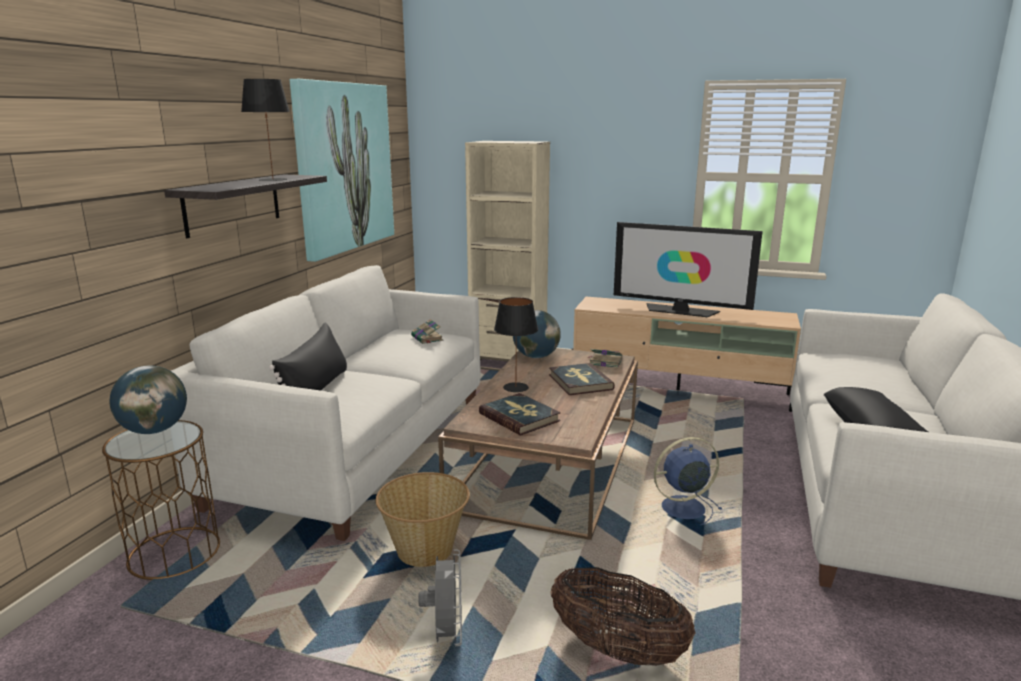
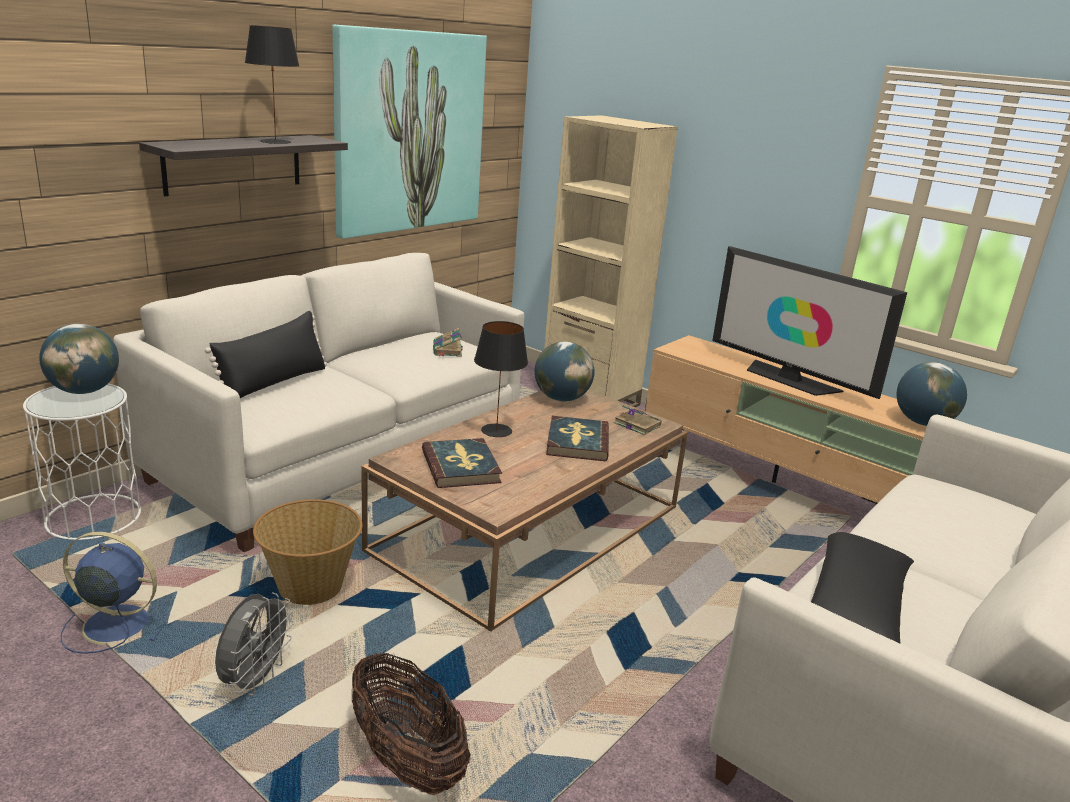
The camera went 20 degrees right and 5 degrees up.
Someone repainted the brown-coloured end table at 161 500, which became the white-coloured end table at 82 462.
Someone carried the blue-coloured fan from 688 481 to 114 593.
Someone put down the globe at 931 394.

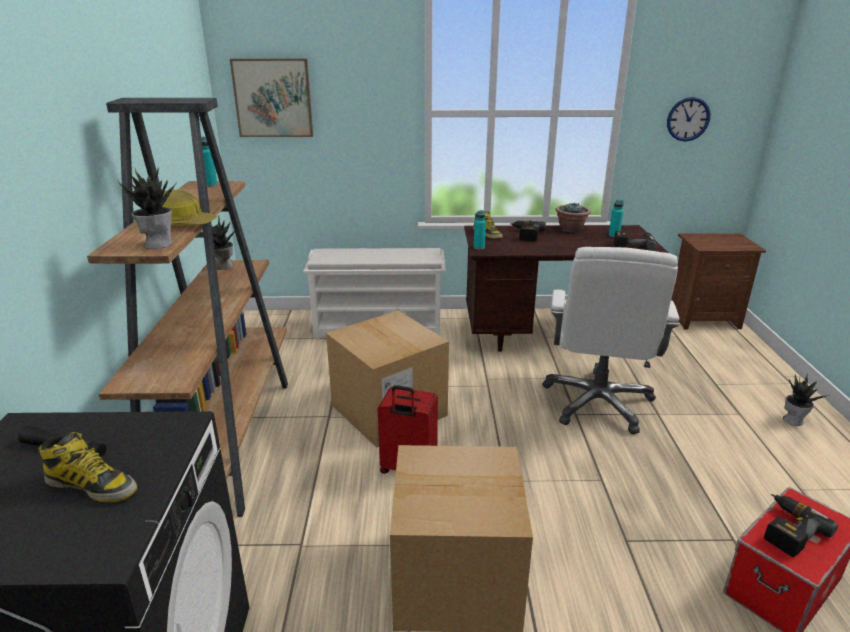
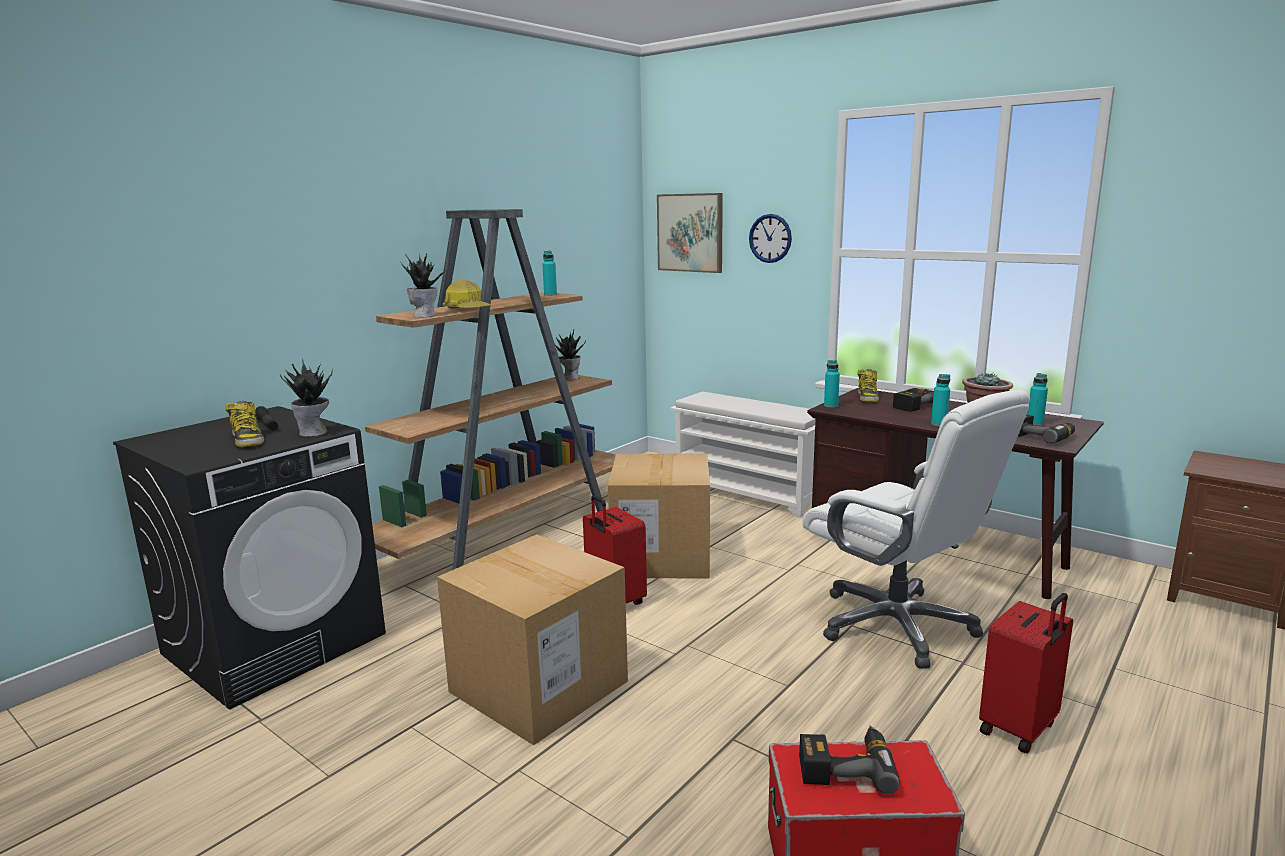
The camera went 40 degrees right and 10 degrees down.
Someone rotated the white-coloured desk chair at 611 340 by 90 degrees counterclockwise.
Someone carried the hanging clock from 688 119 to 770 238.
Someone carried the plant in a pot from 806 400 to 306 398.
Someone put down the turquoise drink bottle at 940 400.
Someone put down the red piece of luggage at 1026 673.

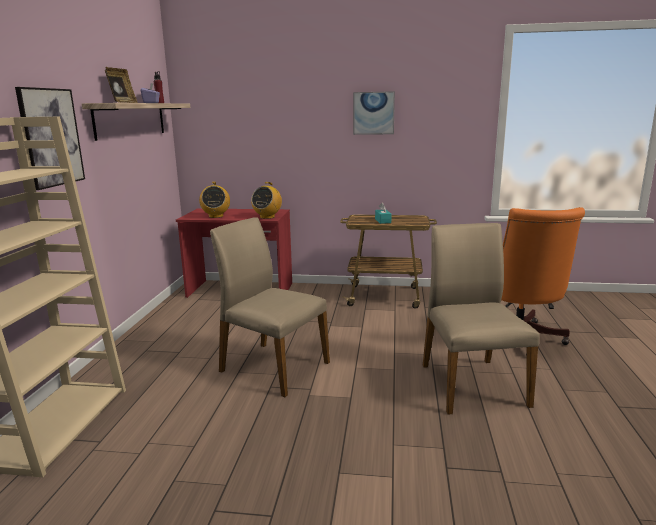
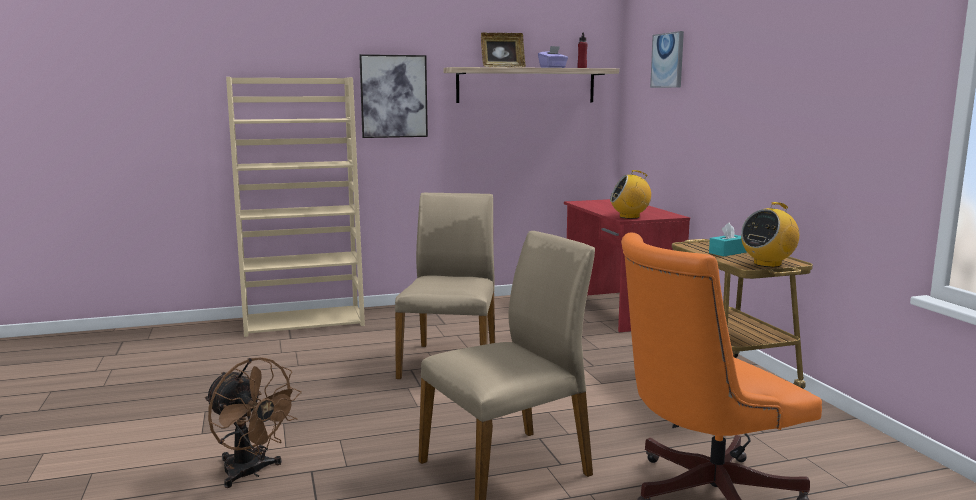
The camera went 65 degrees right and 5 degrees down.
Someone carried the radio from 214 200 to 770 234.
Someone carried the picture from 374 113 to 667 59.
Someone put down the brown-coloured fan at 253 423.

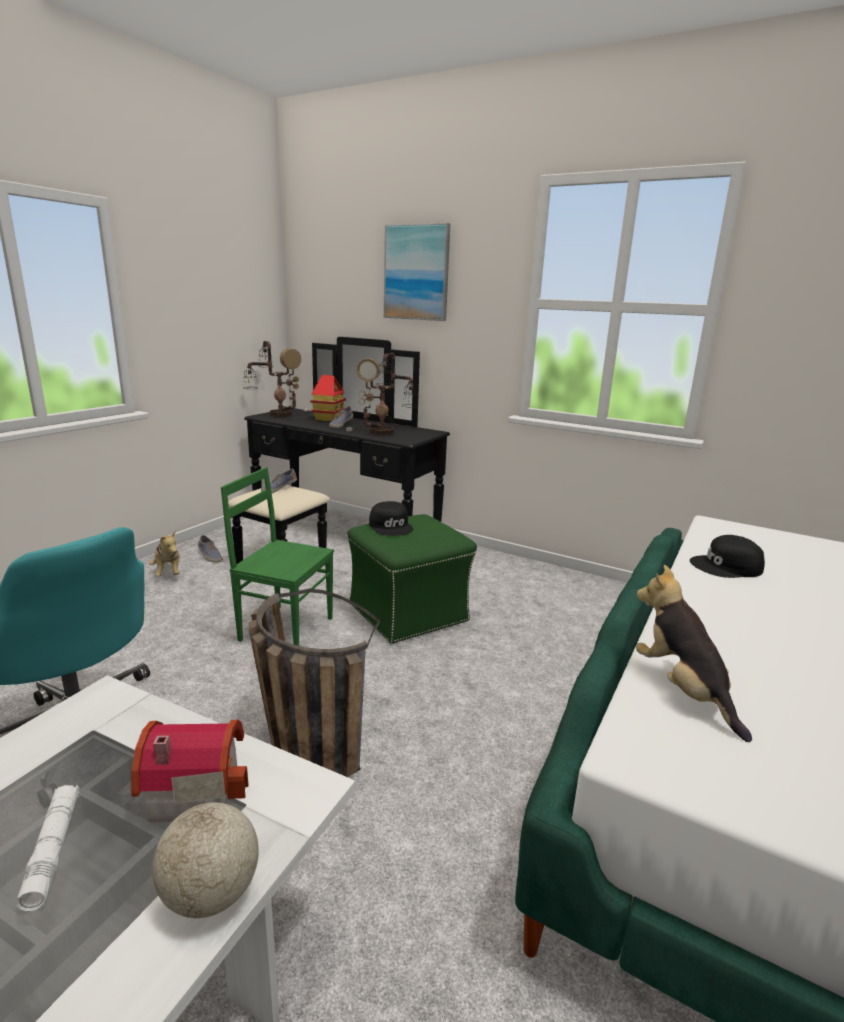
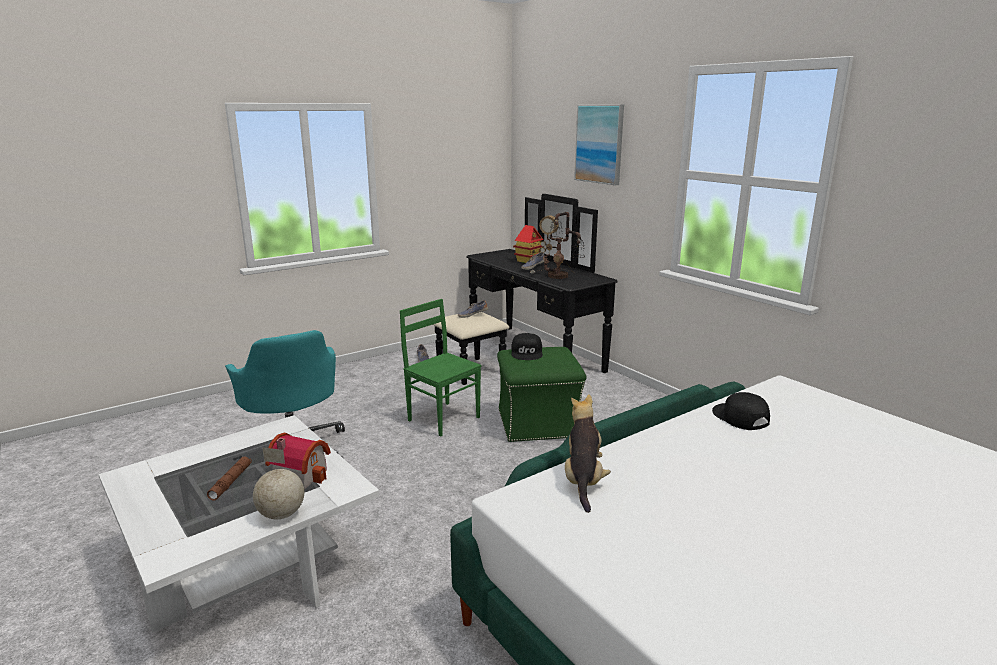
The camera went 25 degrees right and 0 degrees up.
Someone repainted the white-coloured hand torch at 47 848, which became the brown-coloured hand torch at 229 478.
Someone took away the soft toy at 164 553.
Someone took away the tabletop lamp at 278 380.
Someone took away the storage basket at 314 683.
Someone rotated the black peaked cap at 727 556 by 45 degrees clockwise.

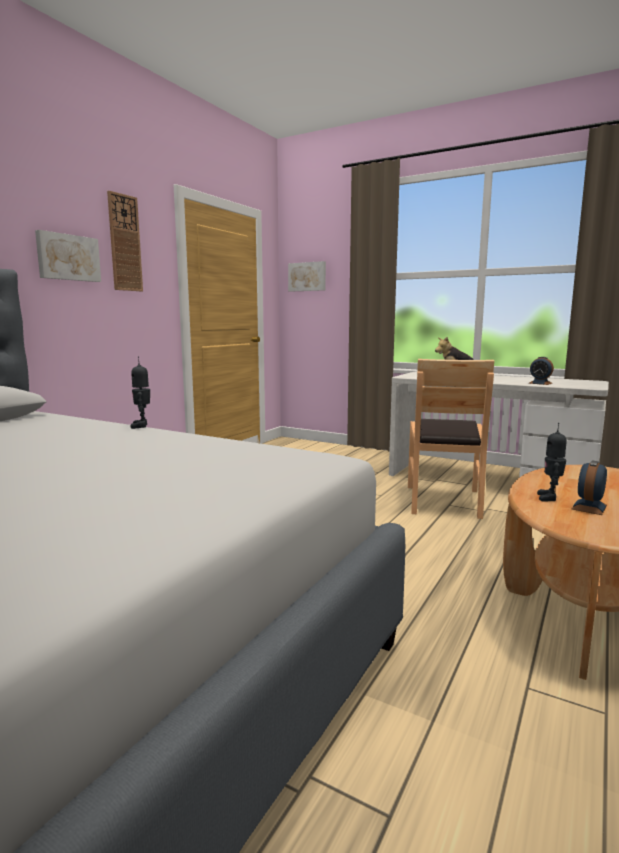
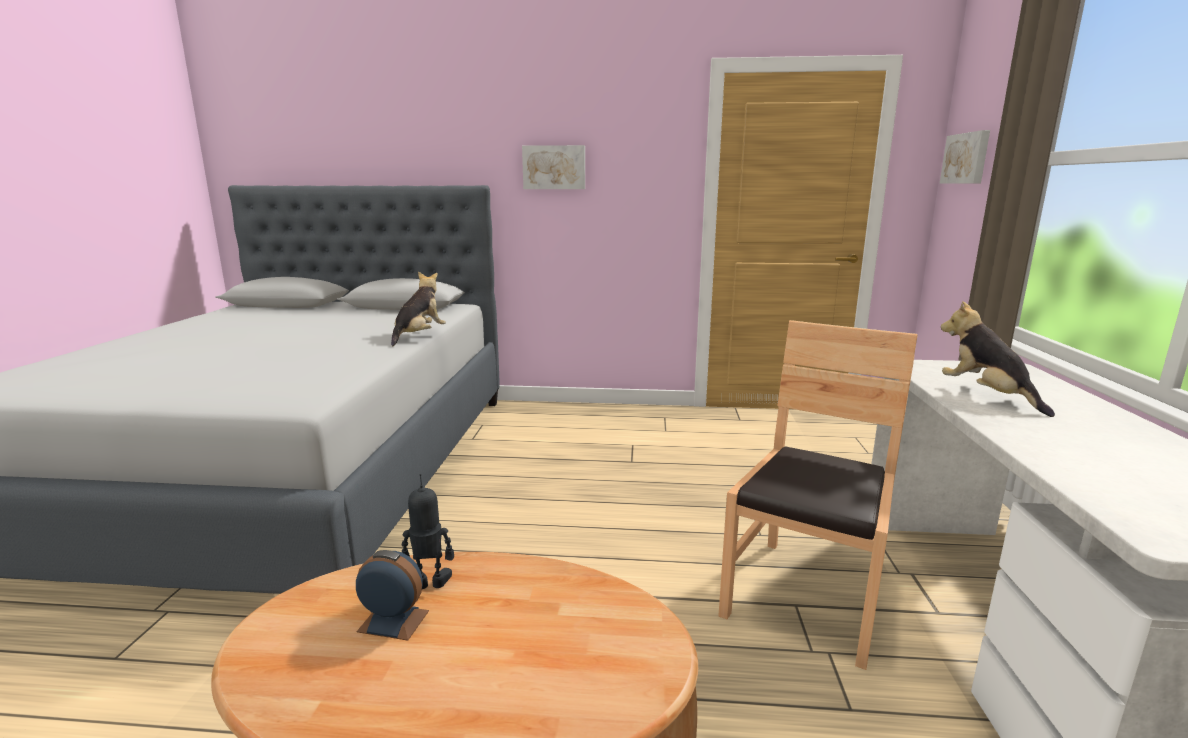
The camera went 65 degrees right and 5 degrees up.
Someone took away the hanging clock at 125 241.
Someone swapped the toy robot at 140 392 for the soft toy at 418 309.
Someone rotated the brown-coloured chair at 451 439 by 135 degrees clockwise.
Someone took away the alarm clock at 541 371.

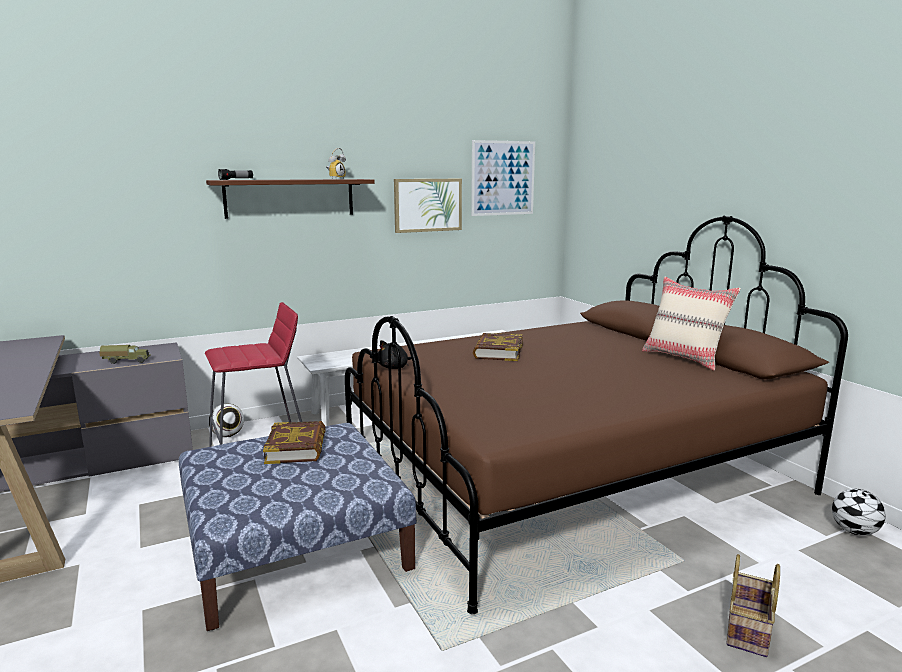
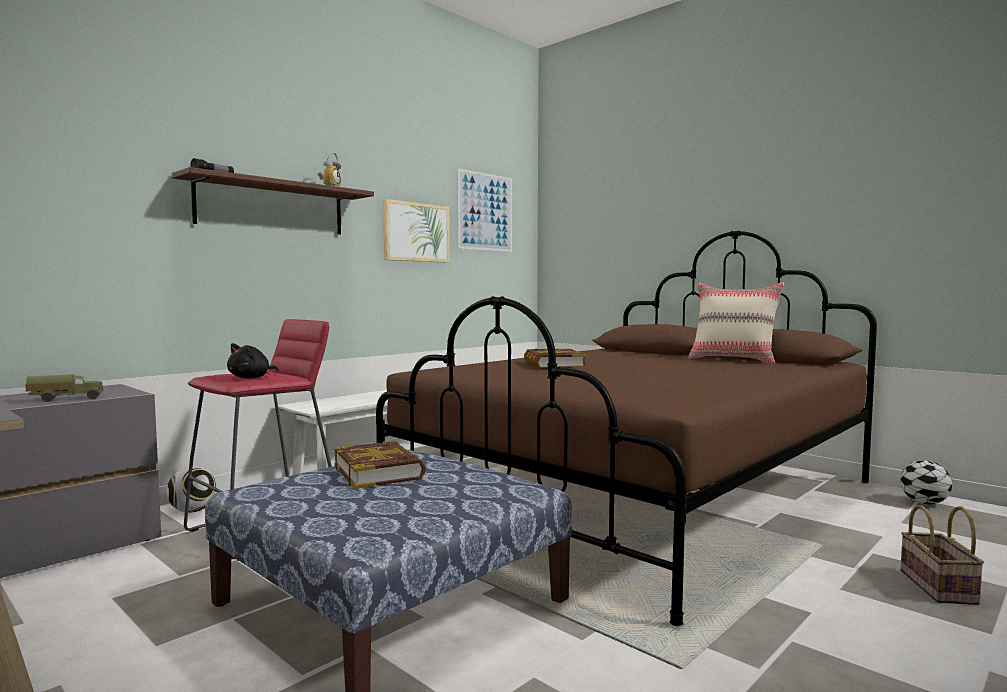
The camera went 20 degrees left and 10 degrees down.
Someone carried the black soft toy from 395 354 to 252 360.

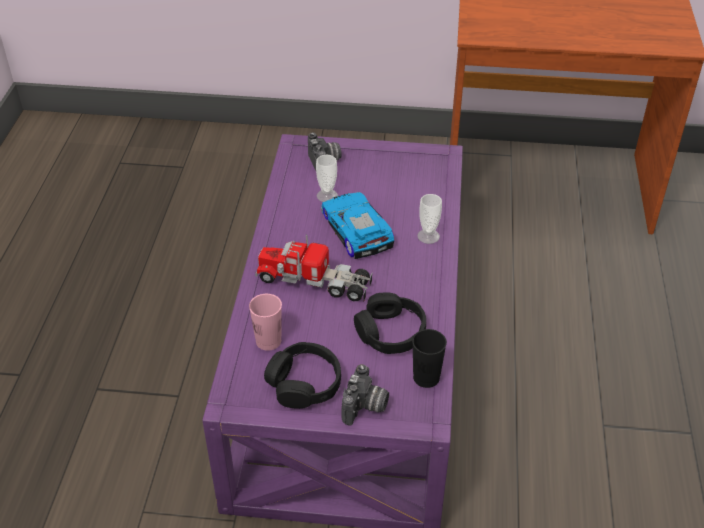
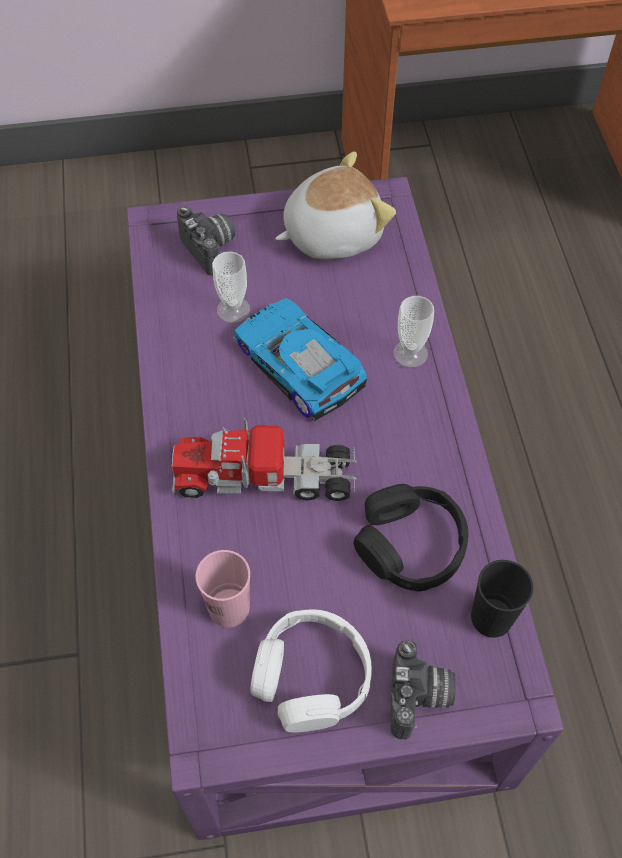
The camera went 15 degrees left and 15 degrees up.
Someone repainted the black pair of headphones at 302 375, which became the white-coloured pair of headphones at 311 671.
Someone put down the soft toy at 335 205.

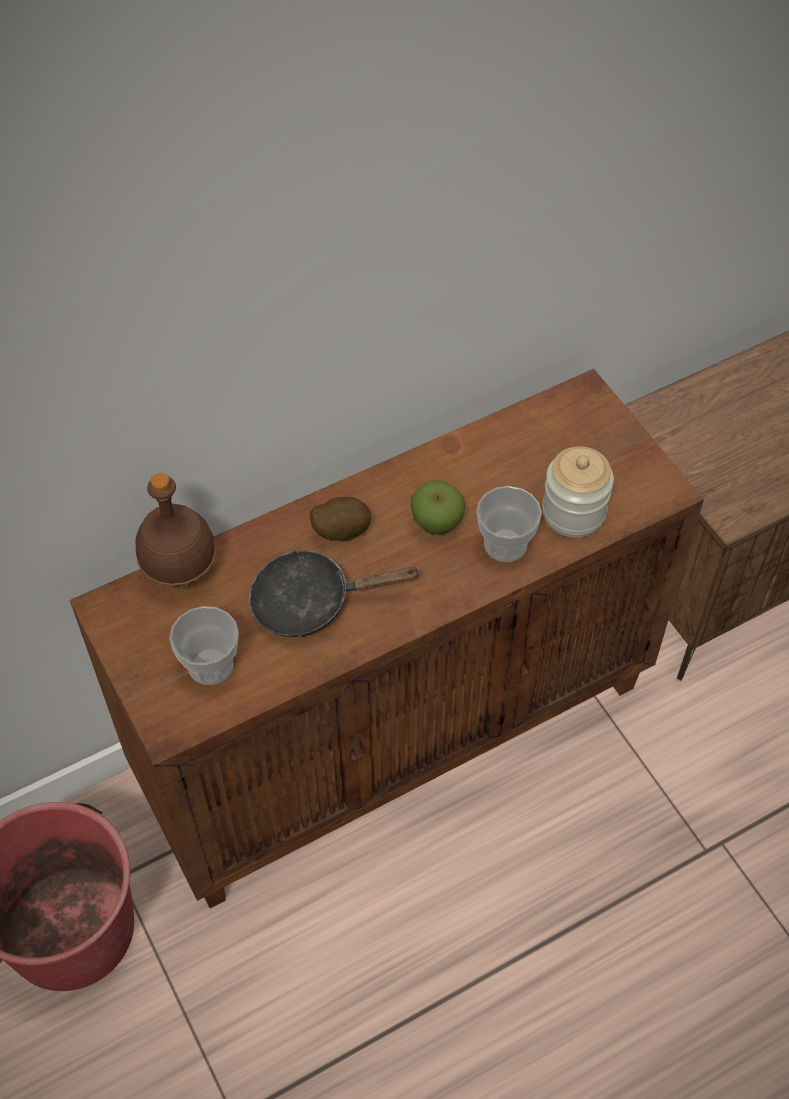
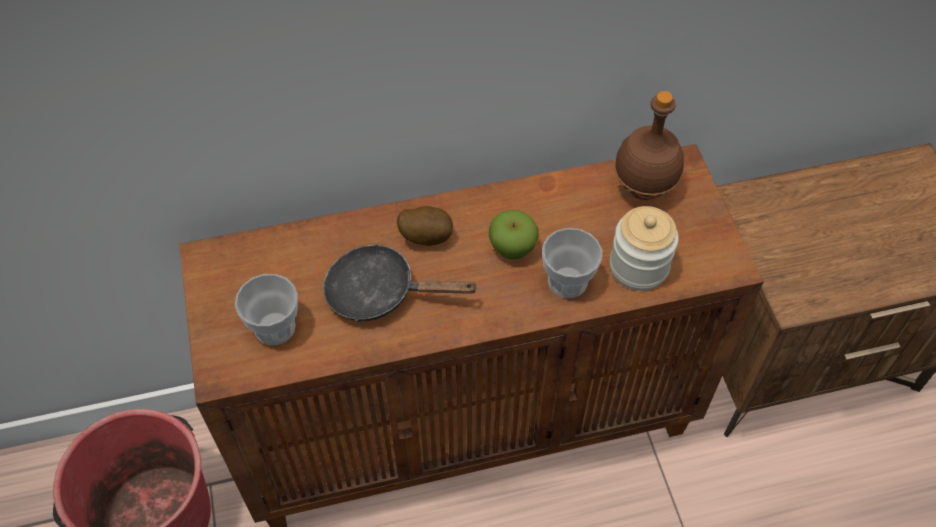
The camera went 15 degrees right and 0 degrees up.
Someone carried the brown-coloured drink bottle from 176 530 to 649 145.

